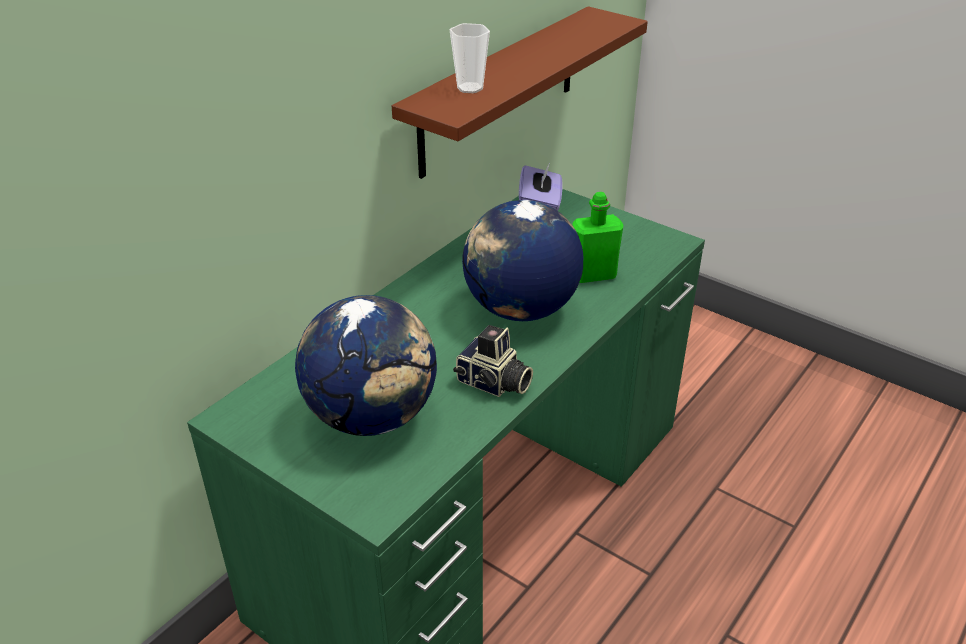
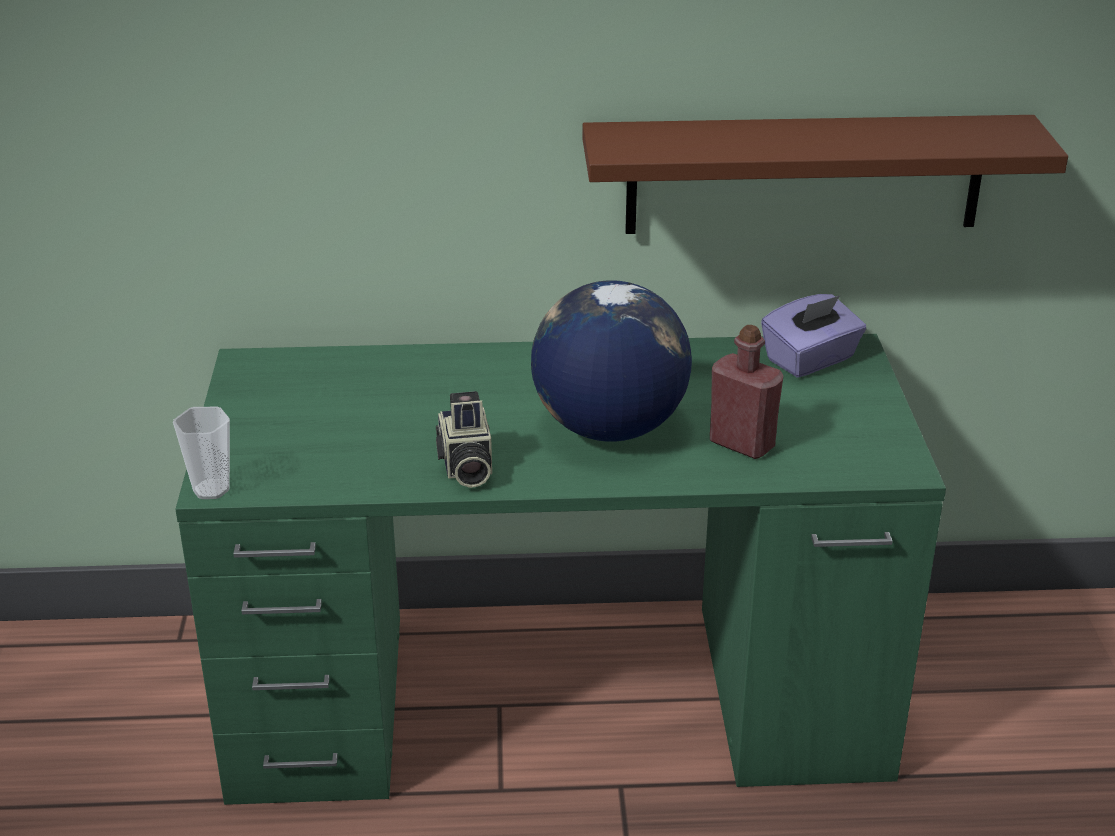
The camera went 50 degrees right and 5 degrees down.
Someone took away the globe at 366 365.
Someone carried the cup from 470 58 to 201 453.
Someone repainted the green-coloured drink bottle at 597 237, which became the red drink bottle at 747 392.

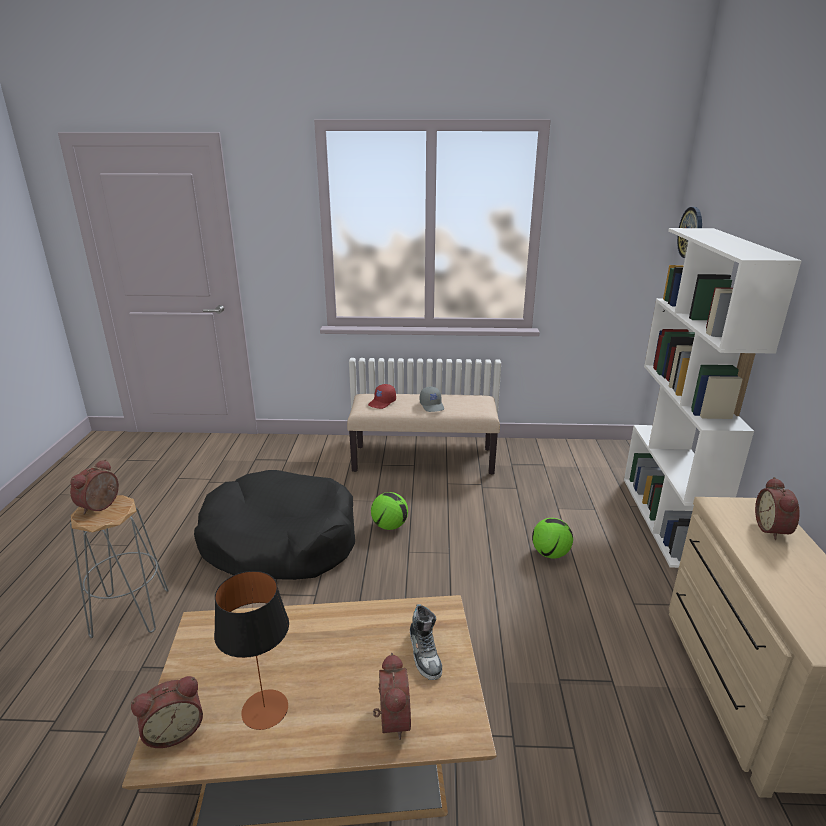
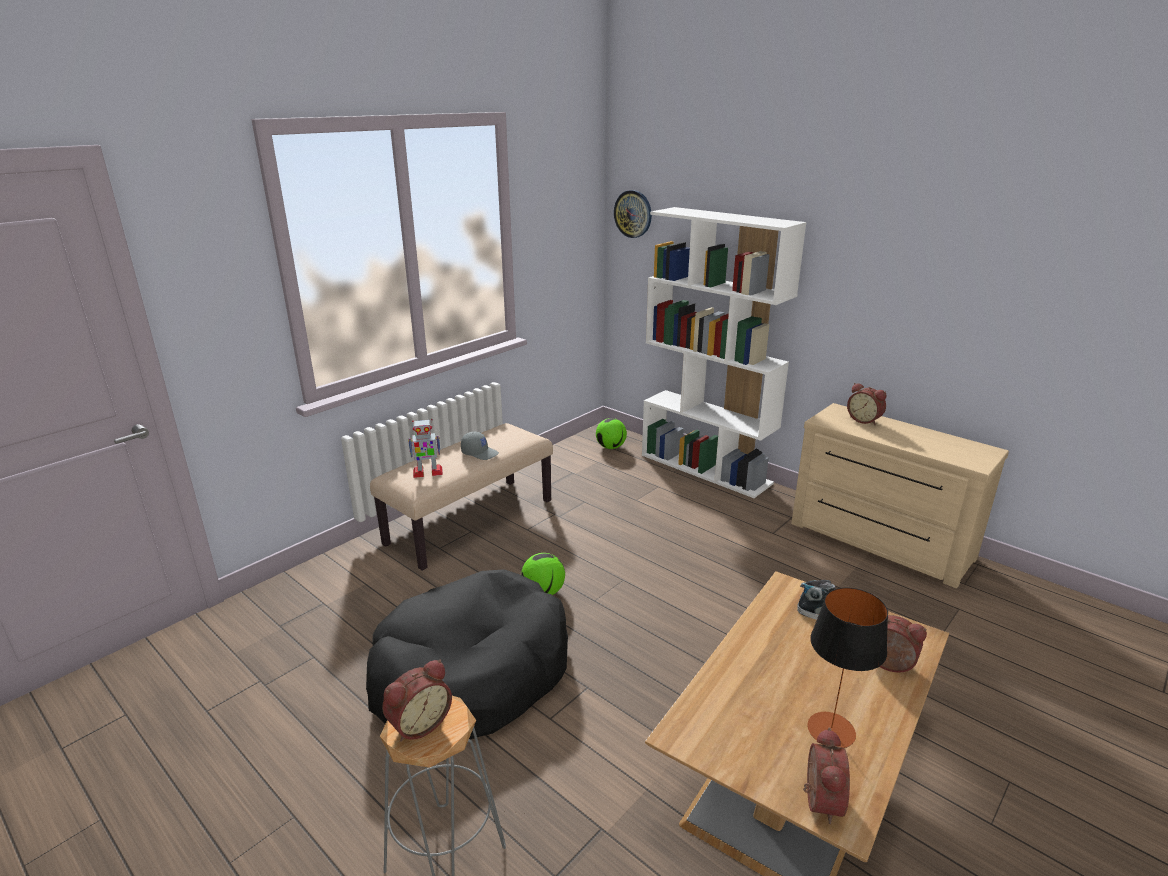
The camera went 50 degrees left and 0 degrees up.
Someone rotated the alarm clock at 94 487 by 105 degrees counterclockwise.
Someone swapped the red peaked cap at 382 396 for the toy robot at 425 448.
Someone carried the ball for football from 552 538 to 611 433.

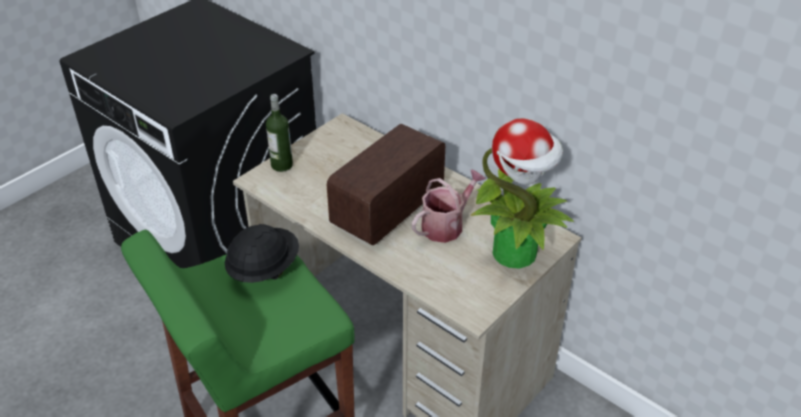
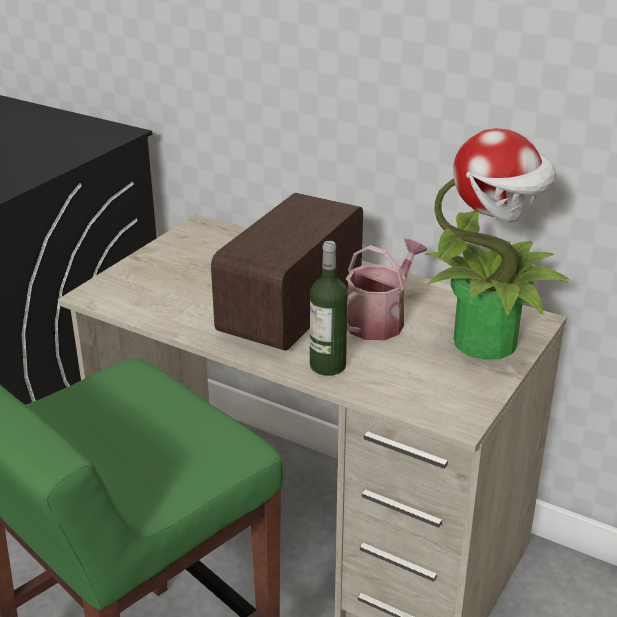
The camera went 10 degrees left and 10 degrees down.
Someone took away the black safety helmet at 262 253.
Someone carried the drink bottle from 279 133 to 329 308.

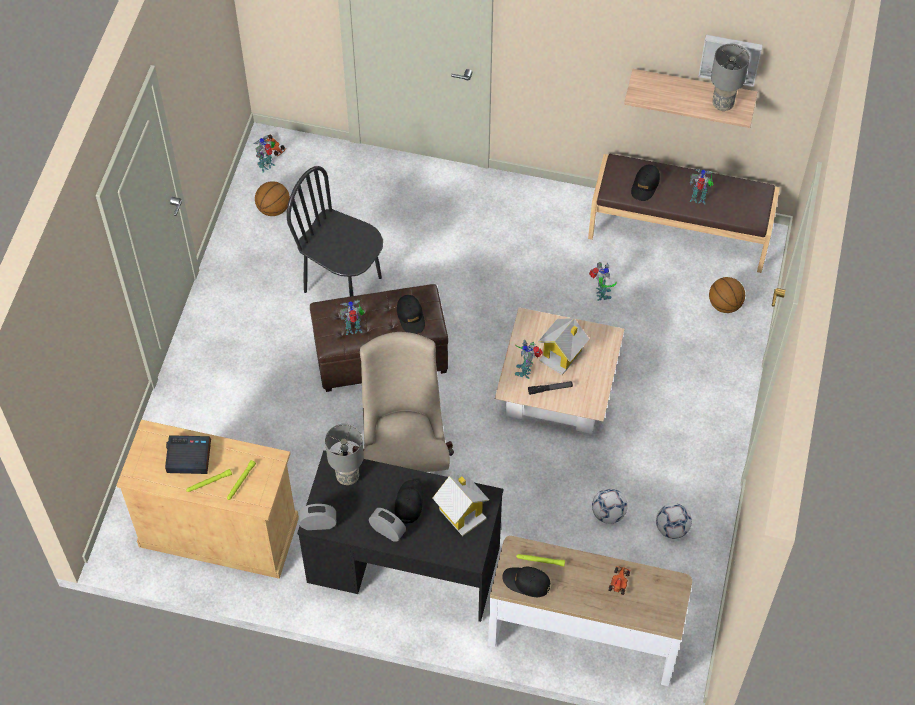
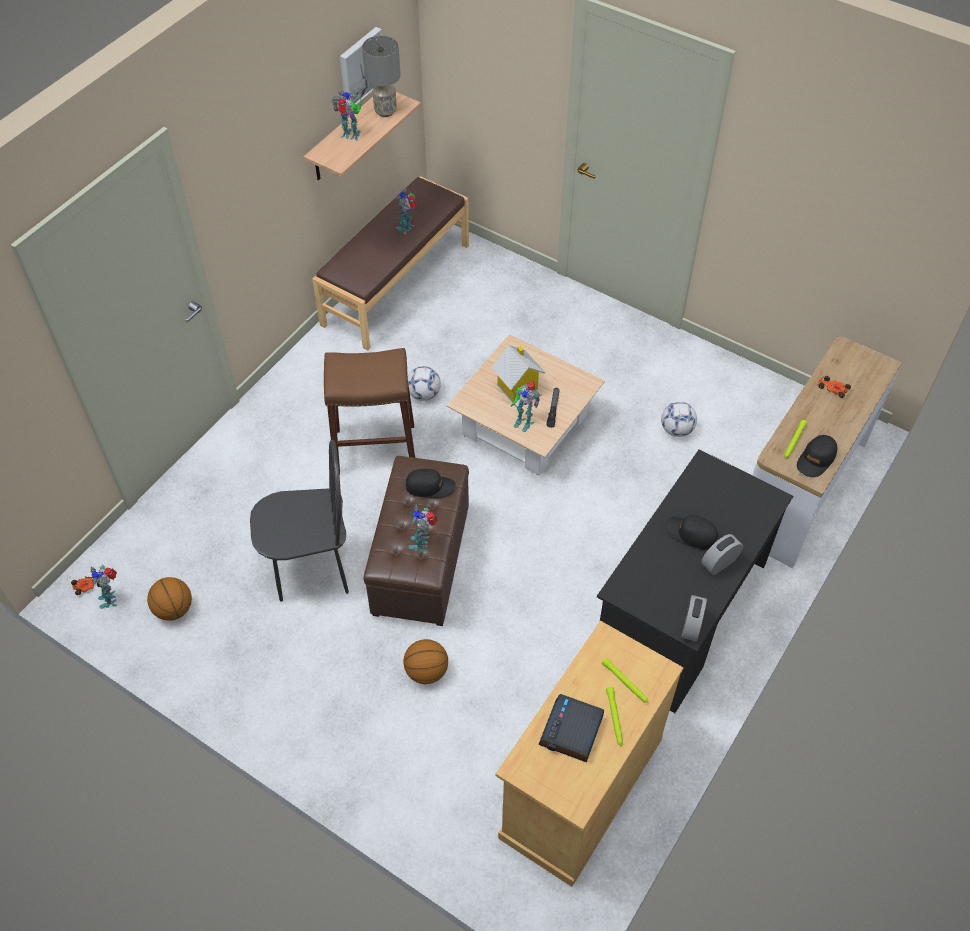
The camera went 70 degrees left and 5 degrees down.
Someone rotated the black chair at 335 231 by 150 degrees counterclockwise.
Someone took away the gray tabletop lamp at 344 454.
Someone took away the beige-coloured desk chair at 403 402.
Someone took away the toy house at 460 505.
Someone carried the toy robot from 603 281 to 347 116.
Someone took away the black peaked cap at 645 183.
Someone carried the ball for football from 674 521 to 424 383.
Someone carried the ball for basketball from 727 295 to 425 661.
Someone put down the brown-coloured stool at 369 411.

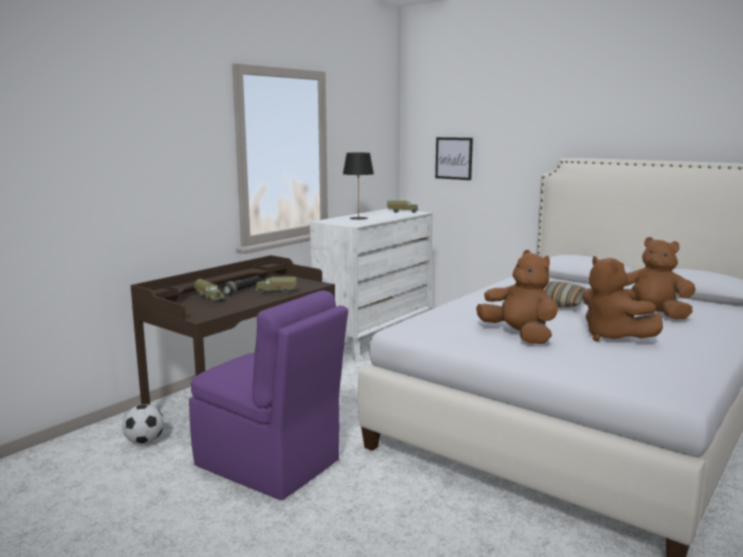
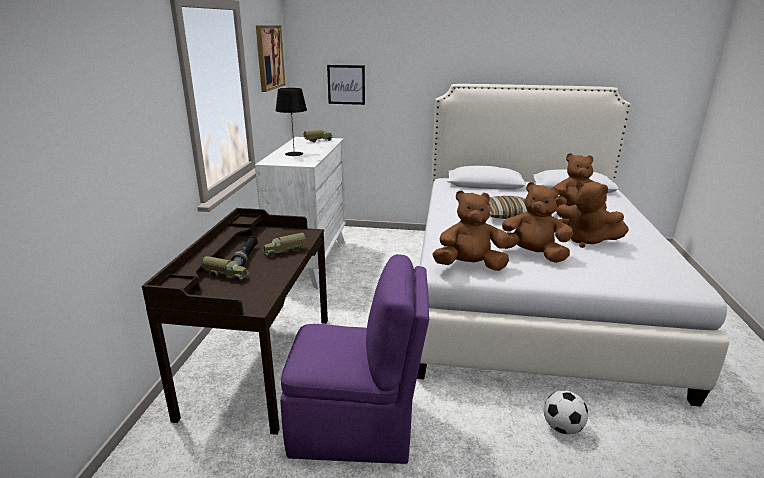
The camera went 30 degrees left and 10 degrees up.
Someone carried the ball for football from 143 424 to 566 412.
Someone put up the picture at 270 58.
Someone put down the brown-coloured soft toy at 470 230.

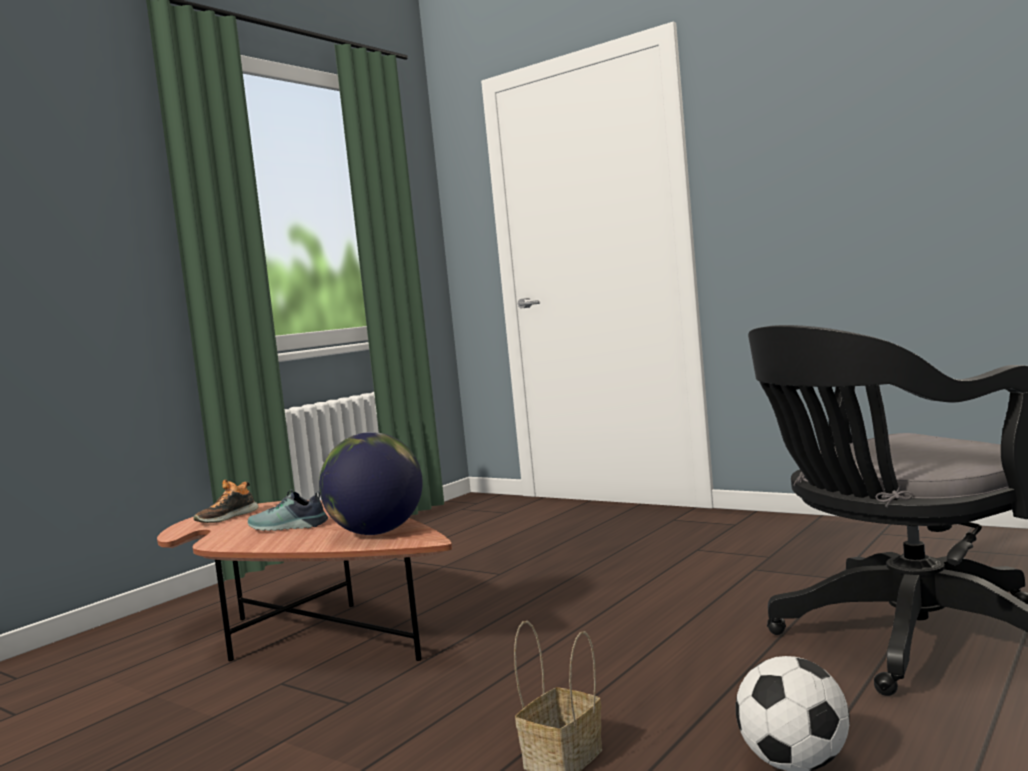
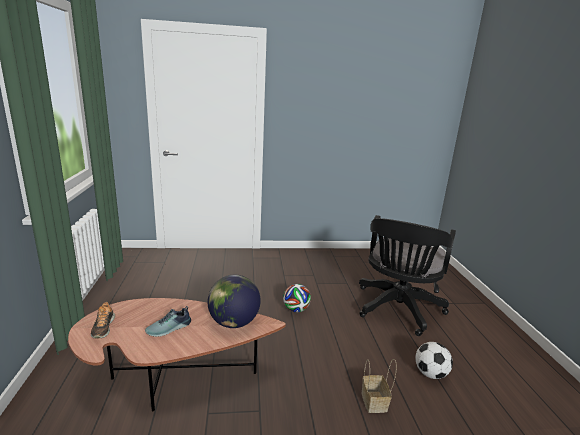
The camera went 45 degrees left and 15 degrees up.
Someone put down the ball for football at 297 298.

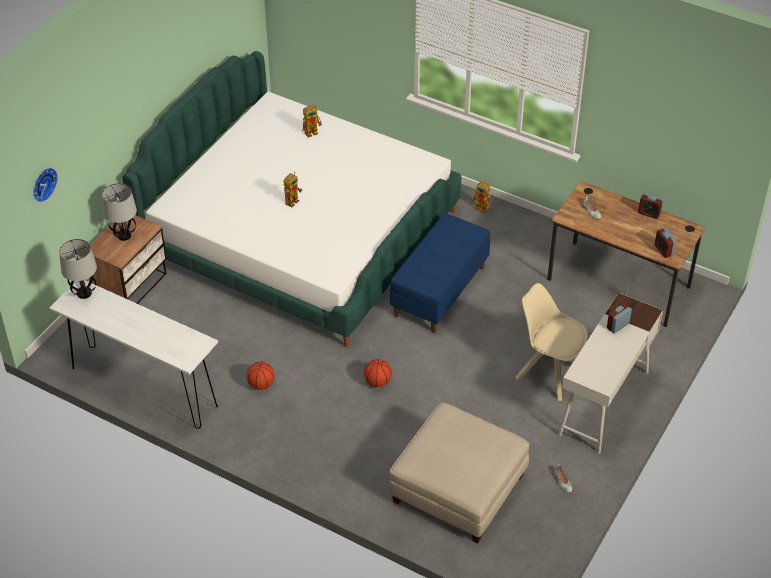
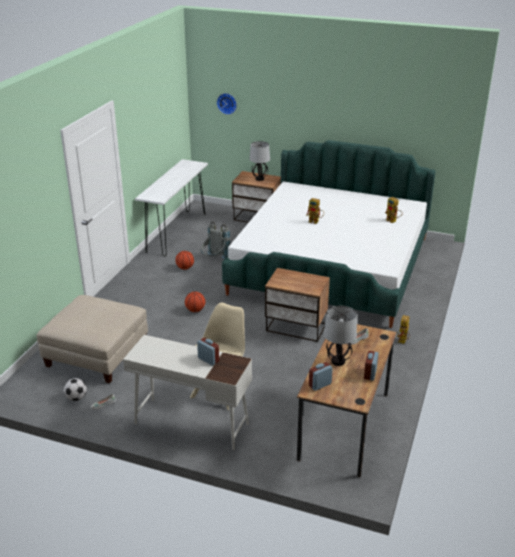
The camera went 80 degrees right and 15 degrees down.
Someone carried the tabletop lamp from 78 269 to 340 335.
Someone swapped the blue-coloured indoor bench at 440 273 for the night table at 297 305.
Someone put down the ball for football at 75 389.
Someone put down the gray knapsack at 215 240.

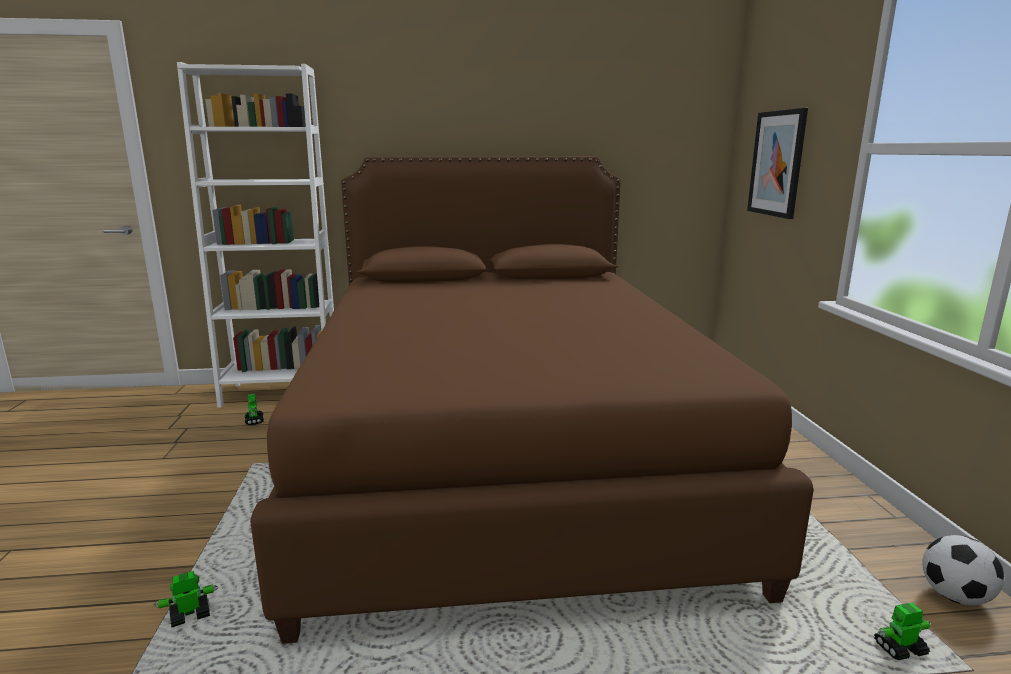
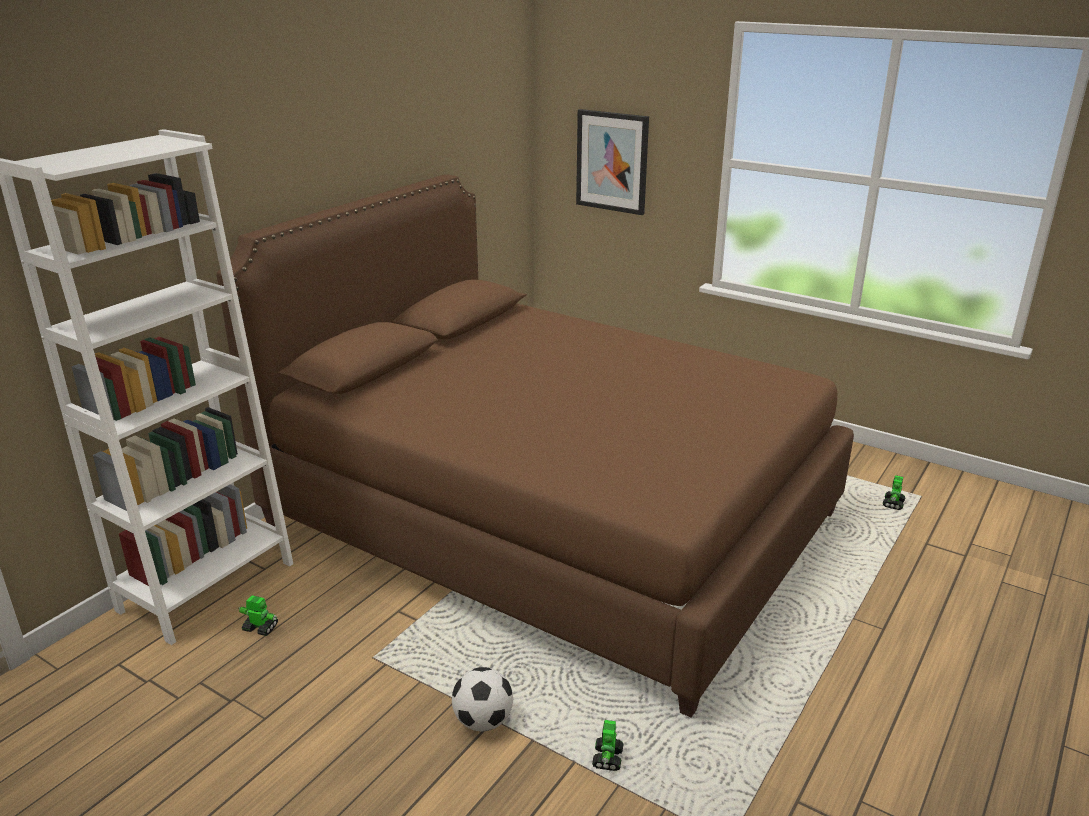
The camera went 50 degrees left and 10 degrees up.
Someone carried the ball for football from 963 570 to 482 699.

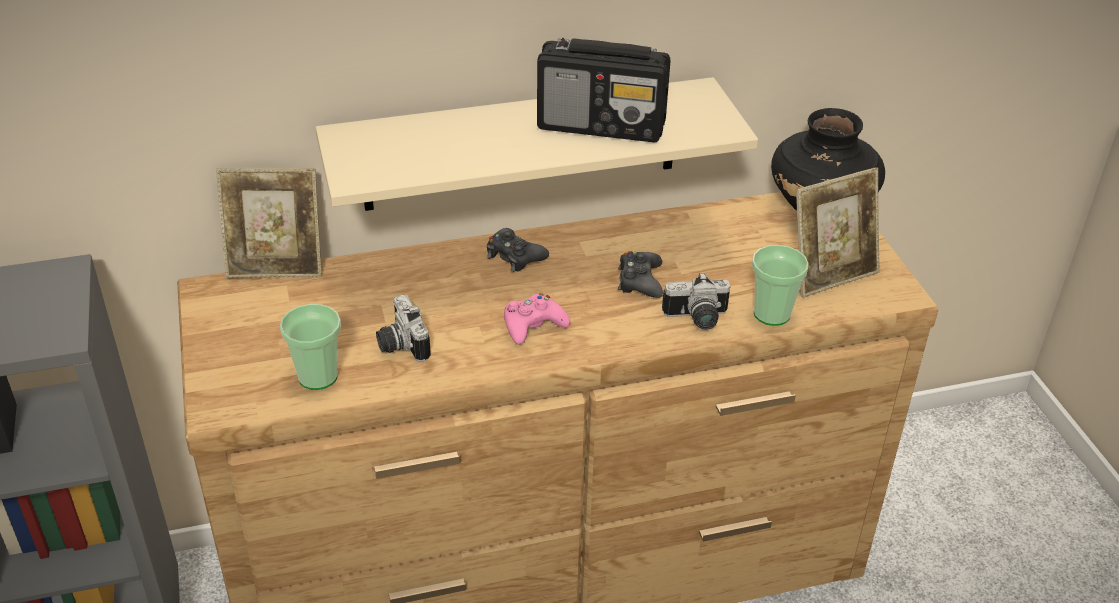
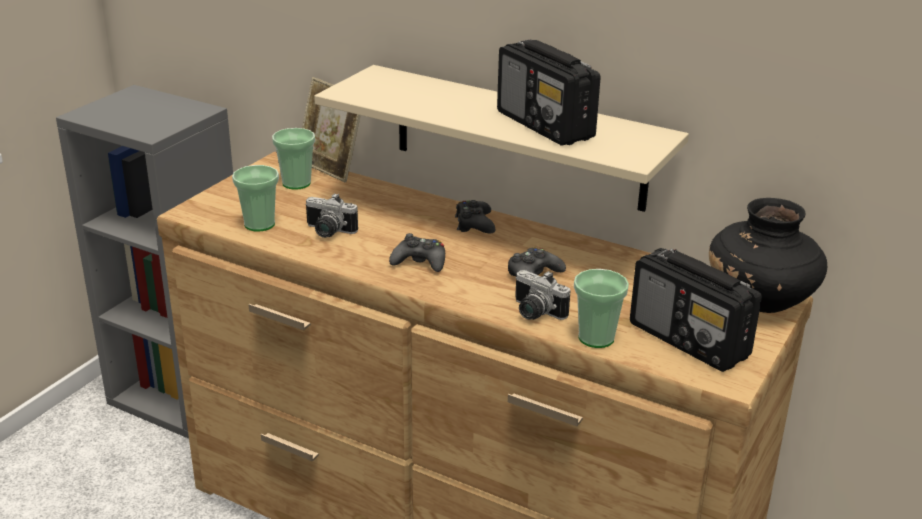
The camera went 45 degrees right and 10 degrees down.
Someone rotated the photo camera at 403 328 by 90 degrees counterclockwise.
Someone repainted the pink joypad at 537 319, which became the black joypad at 417 252.
Someone swapped the photo frame at 838 232 for the radio at 696 310.
Someone put down the cup at 293 159.

